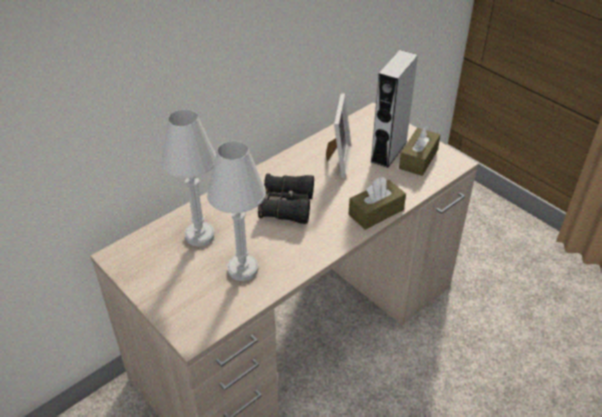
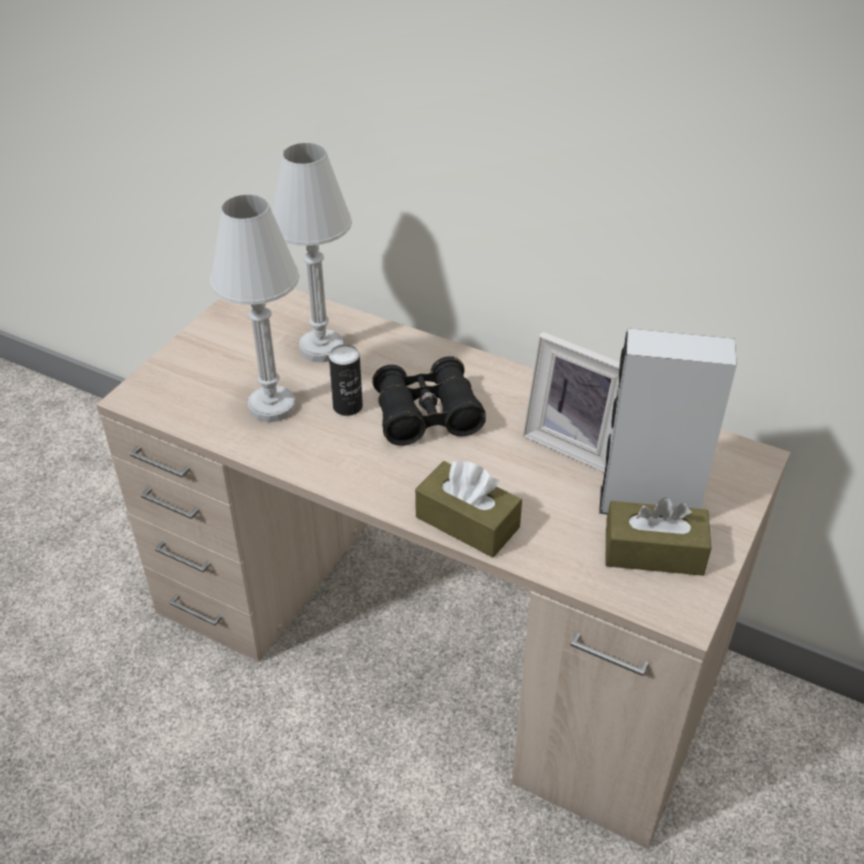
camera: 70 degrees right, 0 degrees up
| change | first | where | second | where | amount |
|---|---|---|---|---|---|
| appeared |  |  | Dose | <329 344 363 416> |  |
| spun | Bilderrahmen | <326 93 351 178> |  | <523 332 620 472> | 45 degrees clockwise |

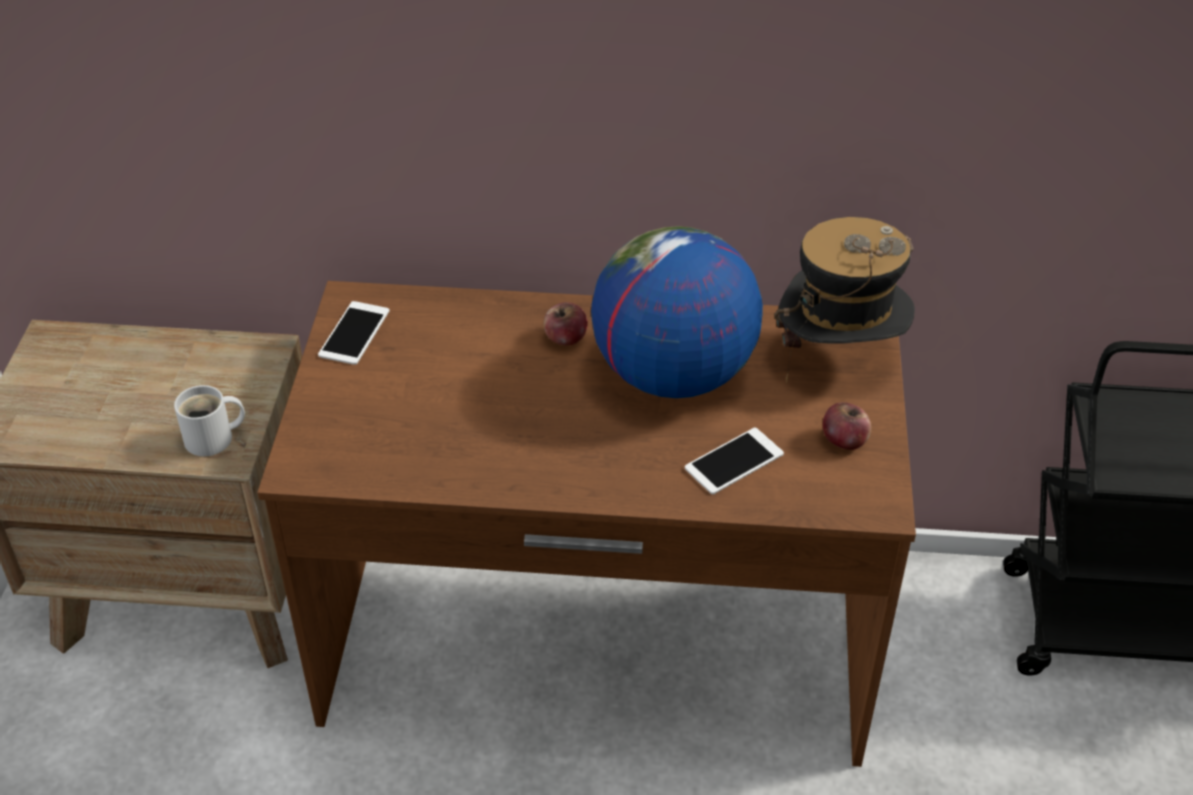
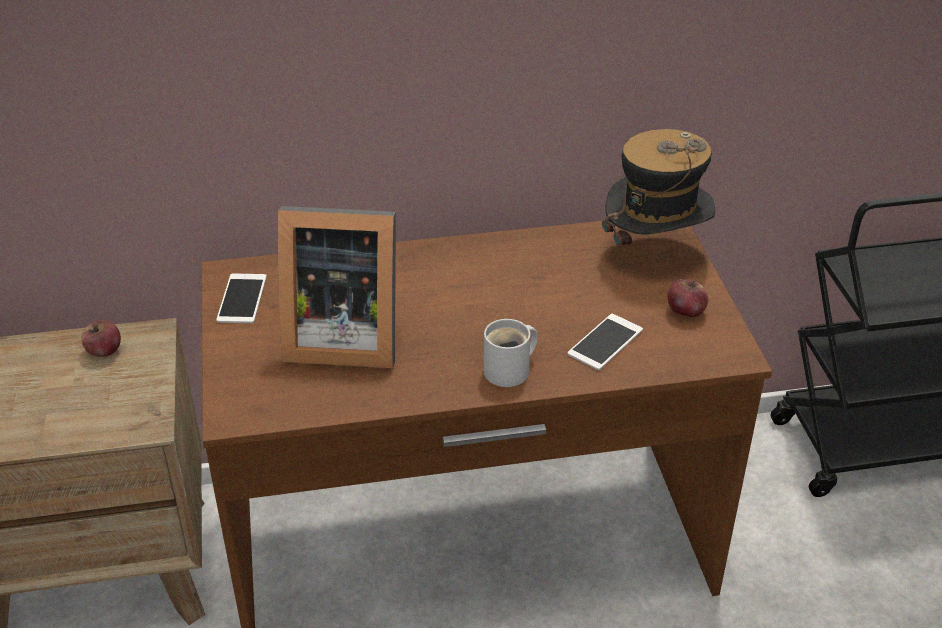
camera: 15 degrees left, 5 degrees down
| change | first | where | second | where | amount |
|---|---|---|---|---|---|
| relocated | Apfel | <544 302 588 345> |  | <81 320 121 357> |  |
| appeared |  |  | Bilderrahmen | <278 206 396 368> |  |
| relocated | Henkelbecher [weiß] | <174 385 245 456> |  | <484 319 538 387> |  |
| missing | Globus | <591 226 763 398> |  |  |  |

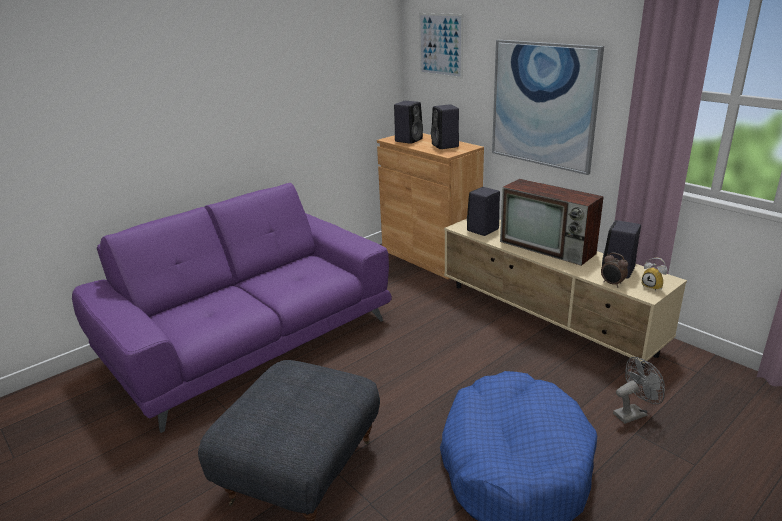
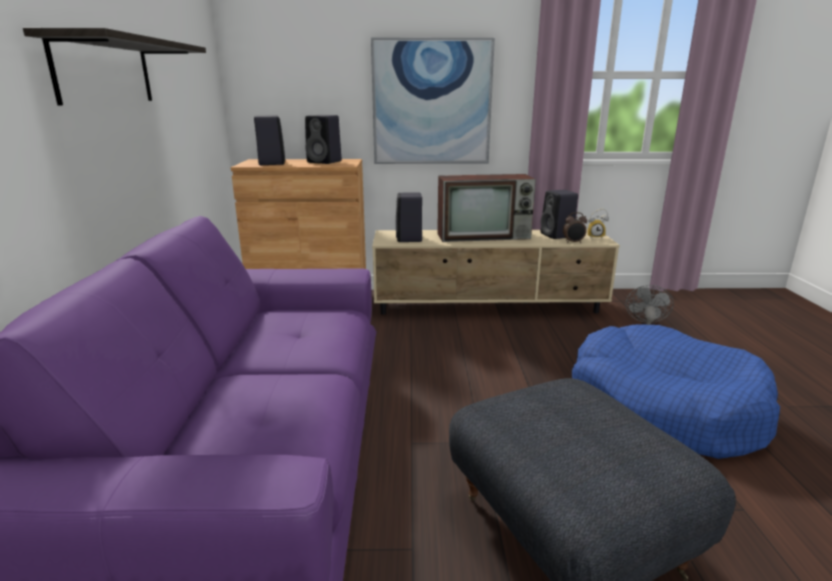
camera: 50 degrees left, 5 degrees down
| change | first | where | second | where | amount |
|---|---|---|---|---|---|
| appeared |  |  | Wandregal | <23 28 206 106> |  |
| missing | Bild | <419 13 463 79> |  |  |  |

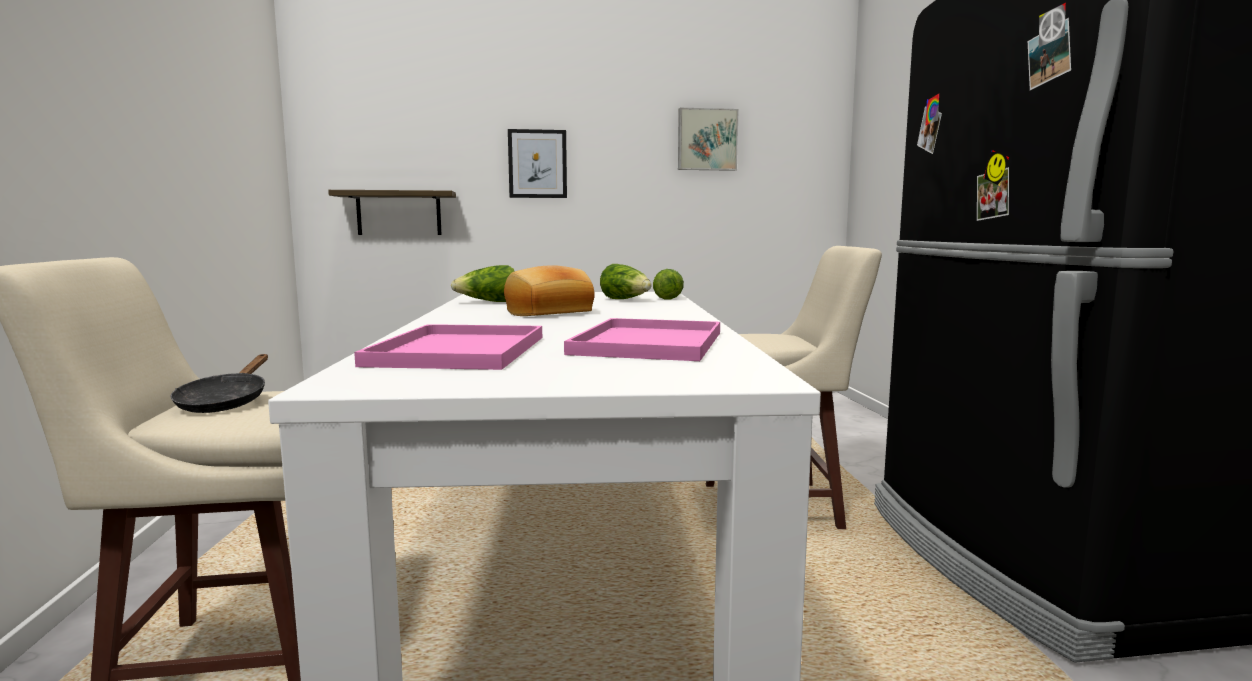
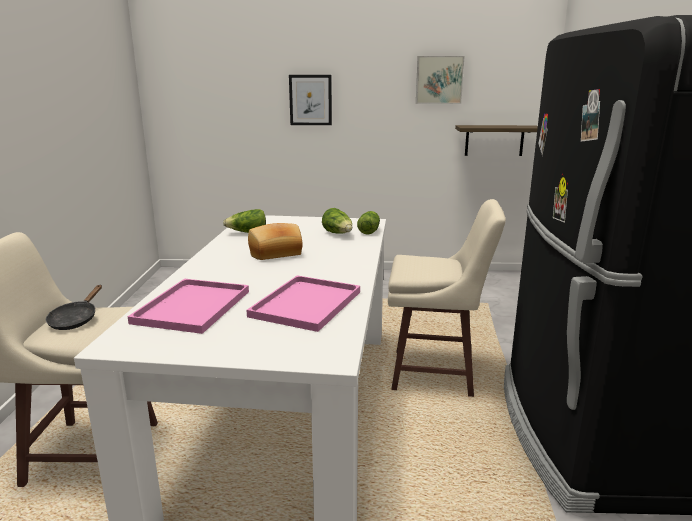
camera: 10 degrees right, 10 degrees up
| change | first | where | second | where | amount |
|---|---|---|---|---|---|
| relocated | Wandregal | <328 190 456 235> |  | <455 125 538 156> |  |

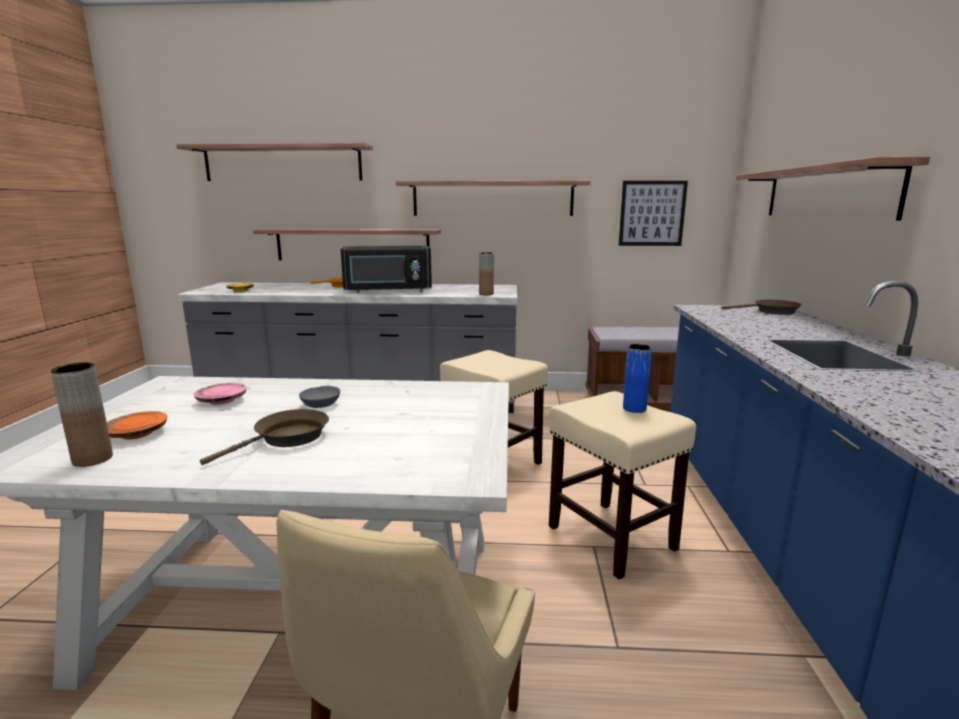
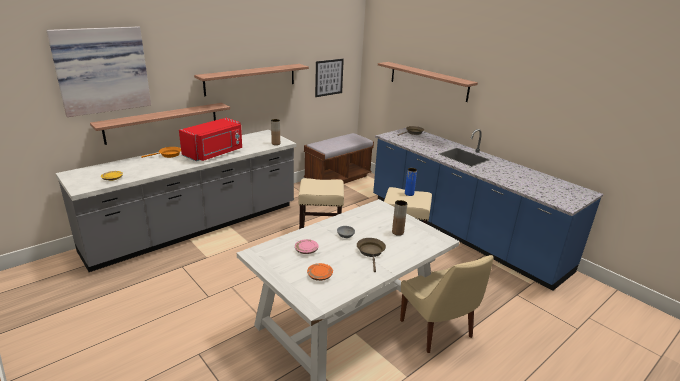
camera: 45 degrees left, 10 degrees up
| change | first | where | second | where | amount |
|---|---|---|---|---|---|
| exchanged | Wandregal | <176 143 373 181> | Bild | <46 26 151 117> |  |
| colour | Mikrowelle [schwarz] | <341 246 432 293> | Mikrowelle [rot] | <179 118 242 161> |  |
| relocated | Vase [braun] | <51 363 113 467> |  | <392 200 407 236> |  |

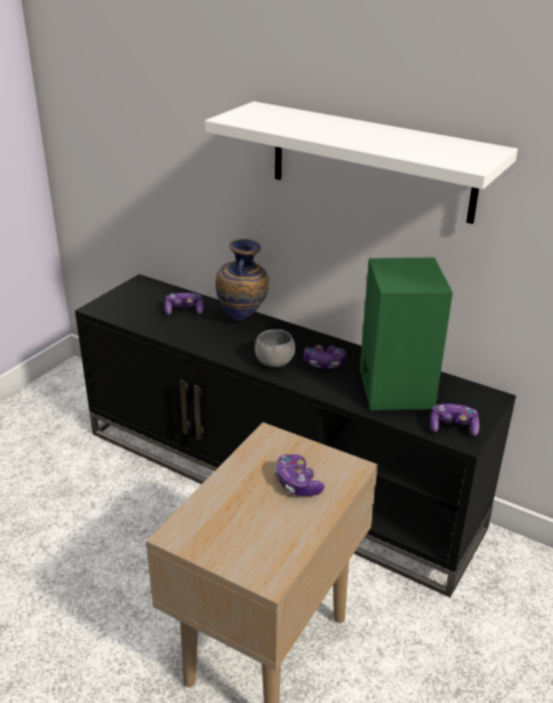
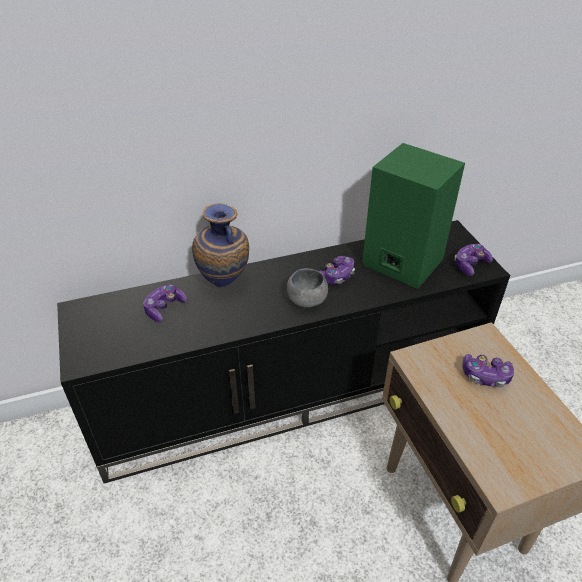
camera: 50 degrees left, 10 degrees up
| change | first | where | second | where | amount |
|---|---|---|---|---|---|
| missing | Wandregal [weiß] | <205 101 518 224> |  |  |  |

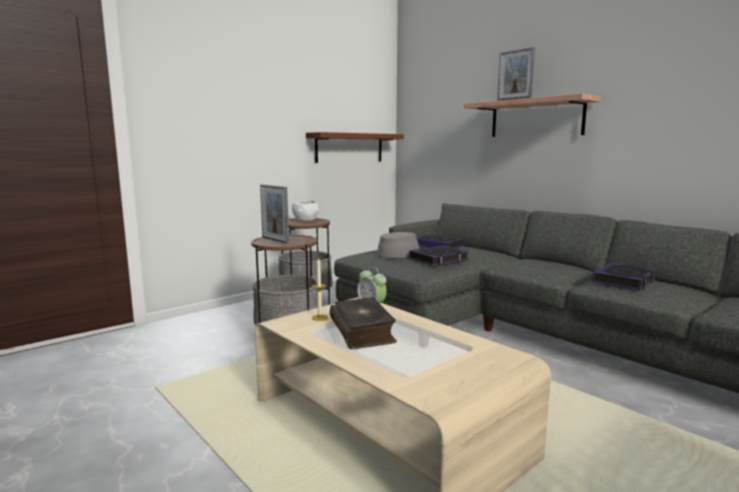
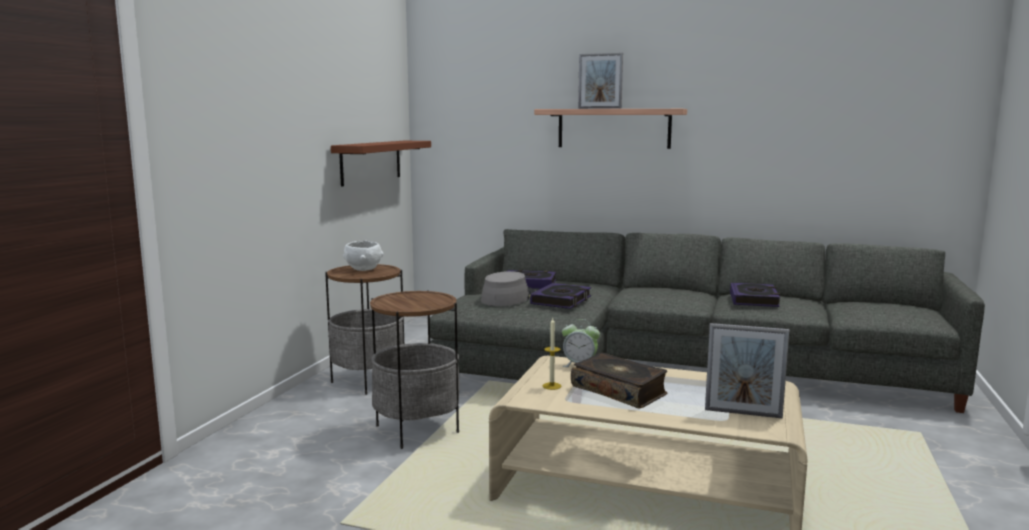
camera: 30 degrees left, 0 degrees up
| change | first | where | second | where | amount |
|---|---|---|---|---|---|
| relocated | Bilderrahmen | <260 184 289 244> |  | <705 323 789 419> |  |

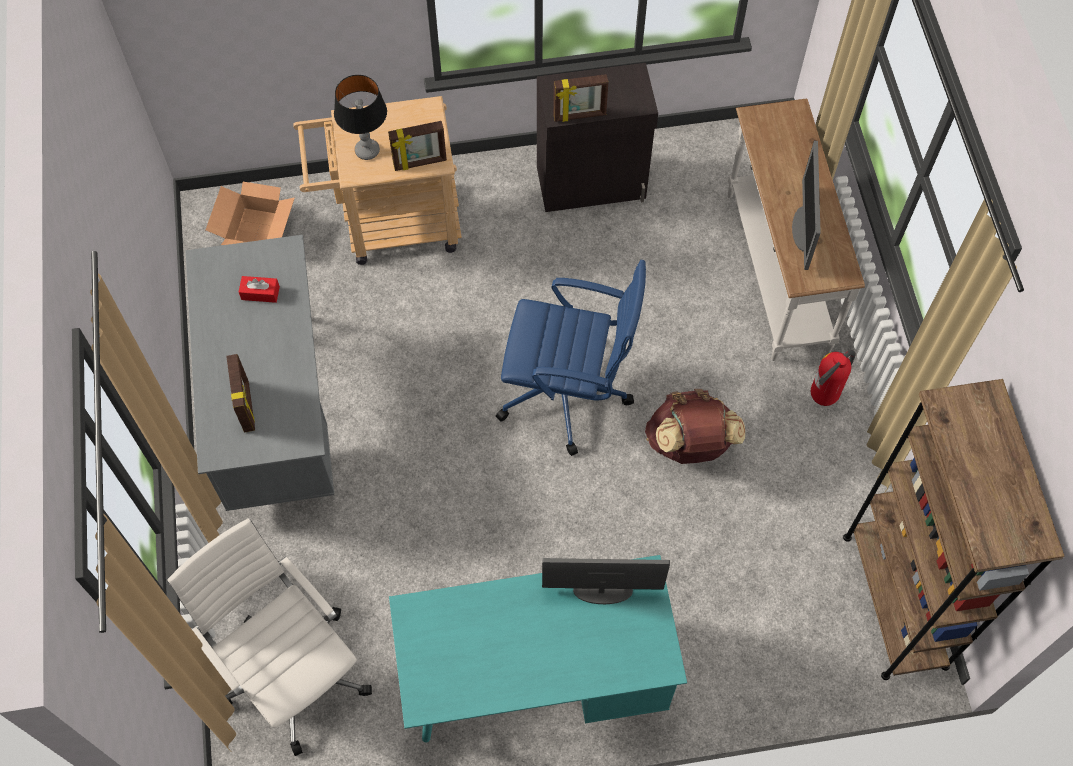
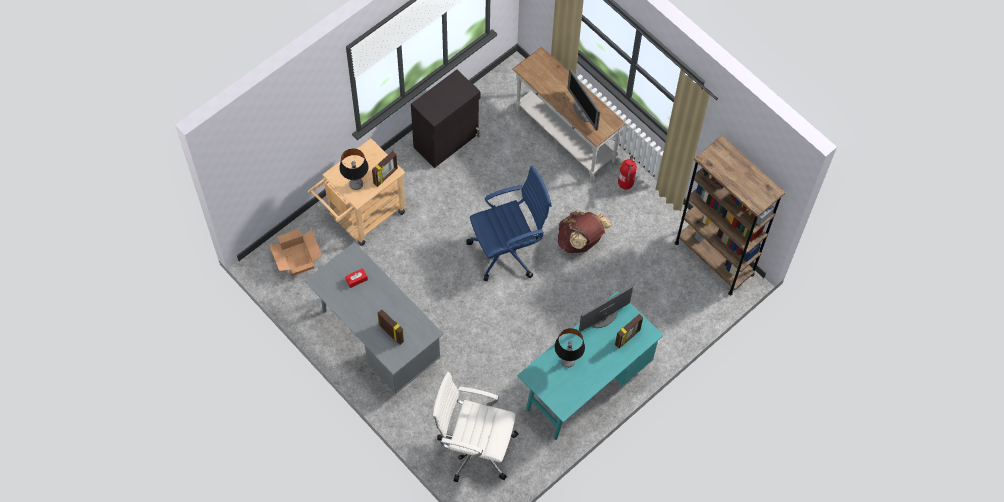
camera: 35 degrees left, 0 degrees up
| change | first | where | second | where | amount |
|---|---|---|---|---|---|
| appeared |  |  | Tischlampe | <555 328 585 368> |  |
| relocated | Bilderrahmen | <553 74 608 122> |  | <615 314 643 349> |  |

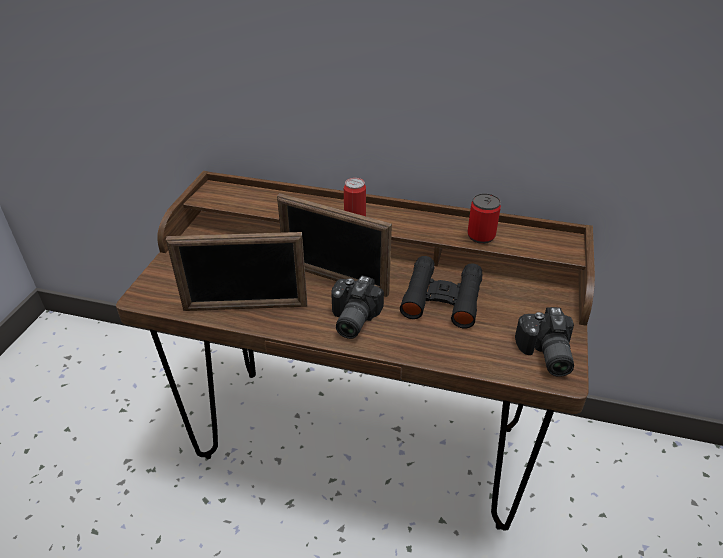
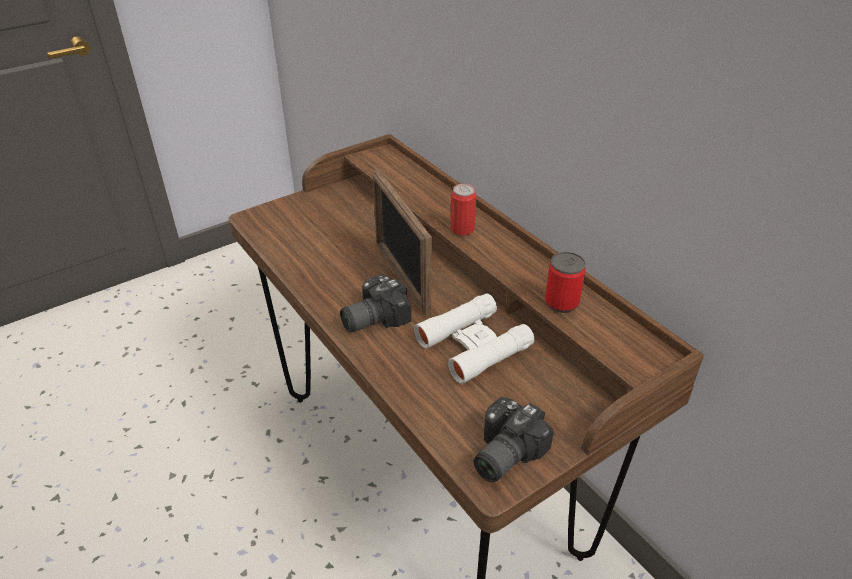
camera: 40 degrees right, 0 degrees up
| change | first | where | second | where | amount |
|---|---|---|---|---|---|
| colour | Fernglas [schwarz] | <400 256 482 328> | Fernglas [weiß] | <414 294 534 384> |  |
| missing | Bilderrahmen | <166 232 307 311> |  |  |  |

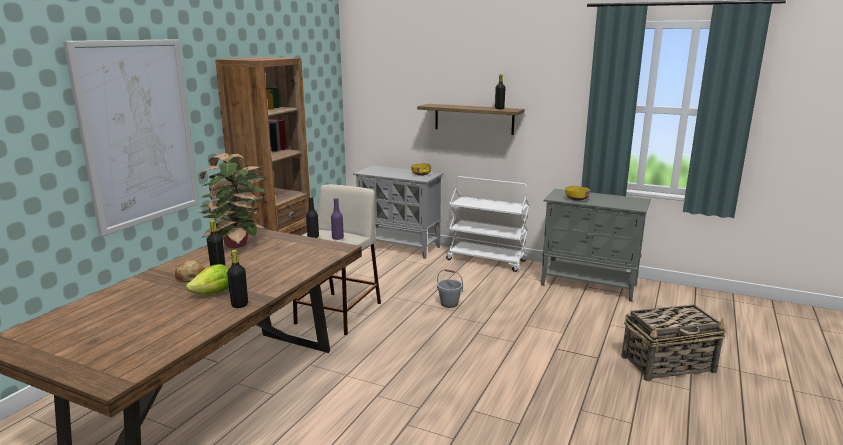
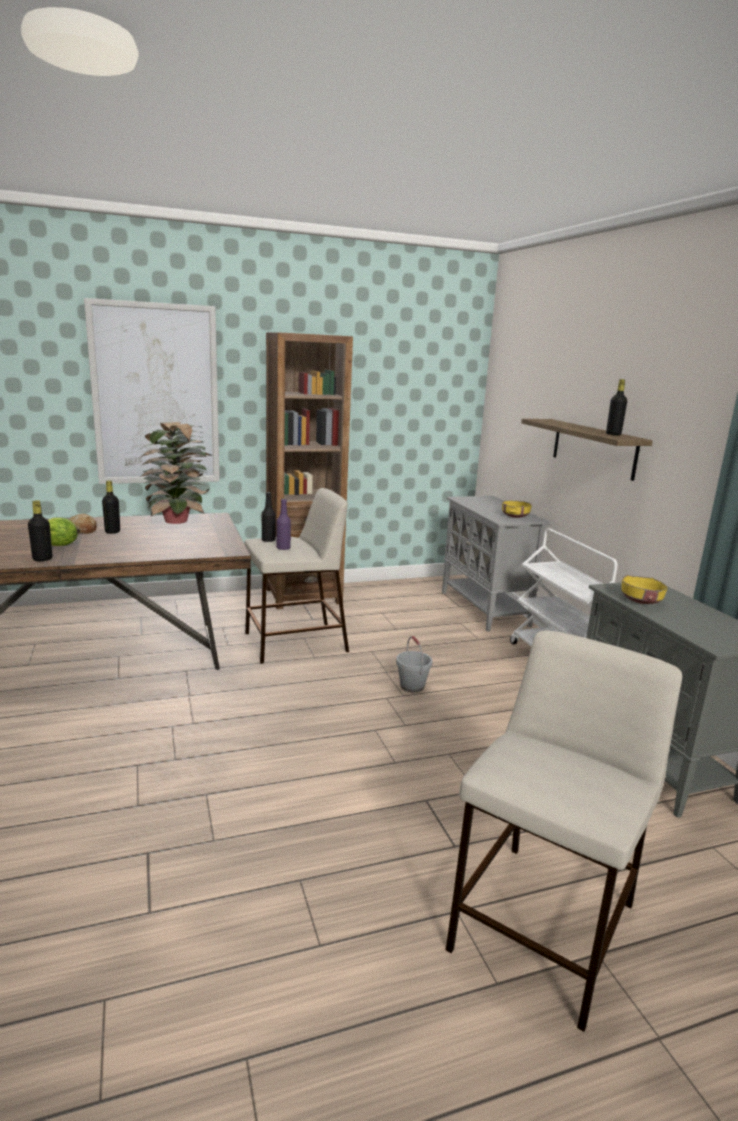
camera: 45 degrees right, 0 degrees up
| change | first | where | second | where | amount |
|---|---|---|---|---|---|
| exchanged | Korb | <621 304 726 381> | Hocker [beige] | <446 630 682 1032> |  |

